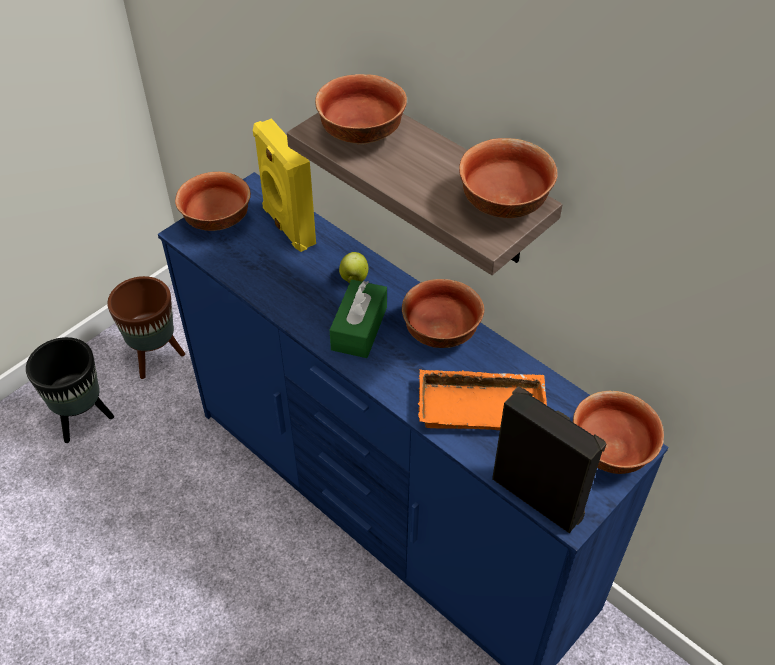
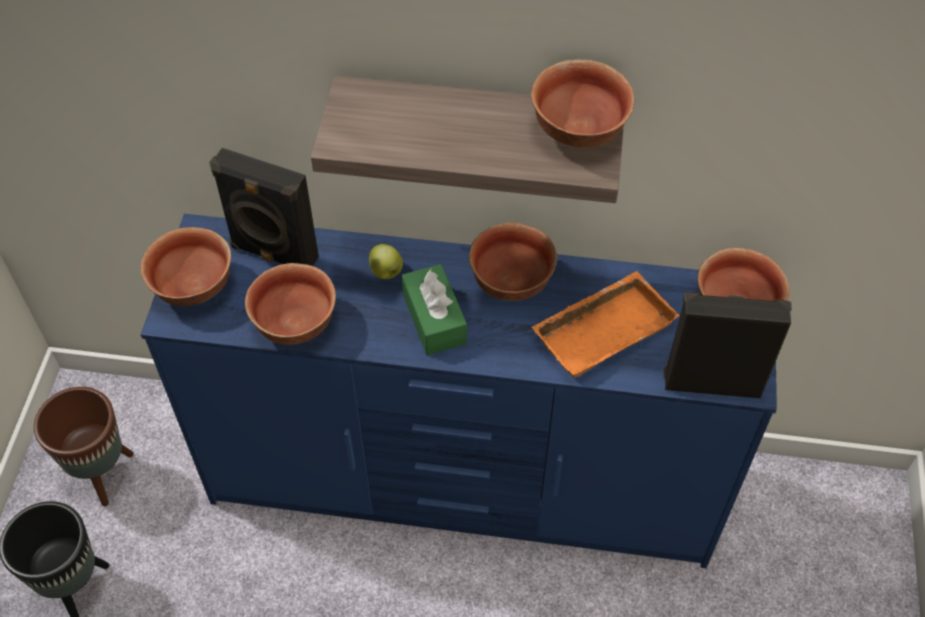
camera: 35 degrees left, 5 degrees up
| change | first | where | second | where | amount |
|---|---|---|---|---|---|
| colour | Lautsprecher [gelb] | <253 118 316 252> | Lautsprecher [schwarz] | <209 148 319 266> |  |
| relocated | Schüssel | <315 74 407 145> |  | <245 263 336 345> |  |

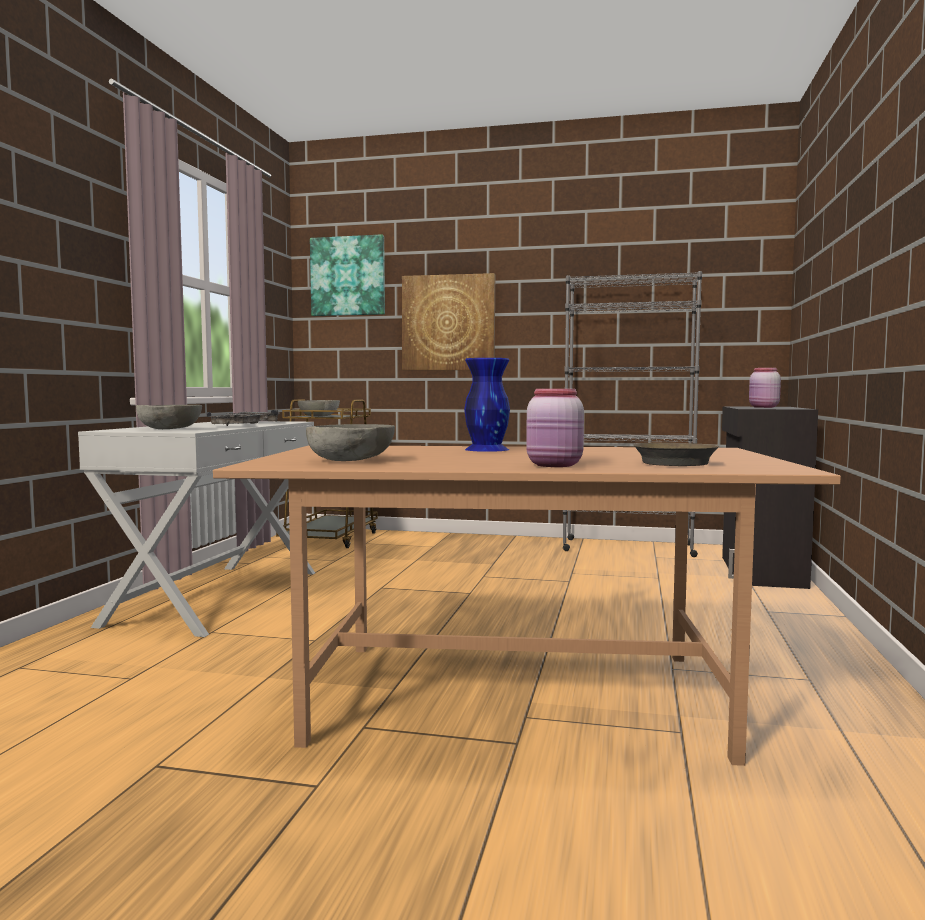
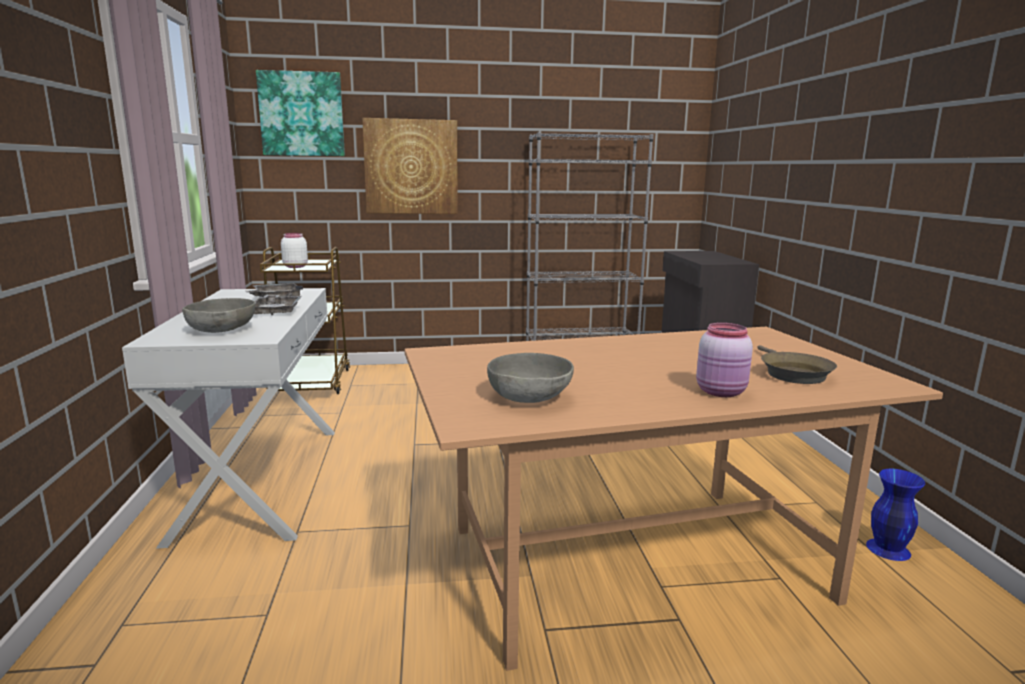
camera: 20 degrees left, 10 degrees up
| change | first | where | second | where | amount |
|---|---|---|---|---|---|
| exchanged | Schüssel [grau] | <298 400 340 417> | Vorratsglas [weiß] | <281 233 308 268> |  |
| relocated | Vase [blau] | <464 358 510 452> |  | <866 469 925 561> |  |
| missing | Vorratsglas [rosa] | <749 368 781 408> |  |  |  |

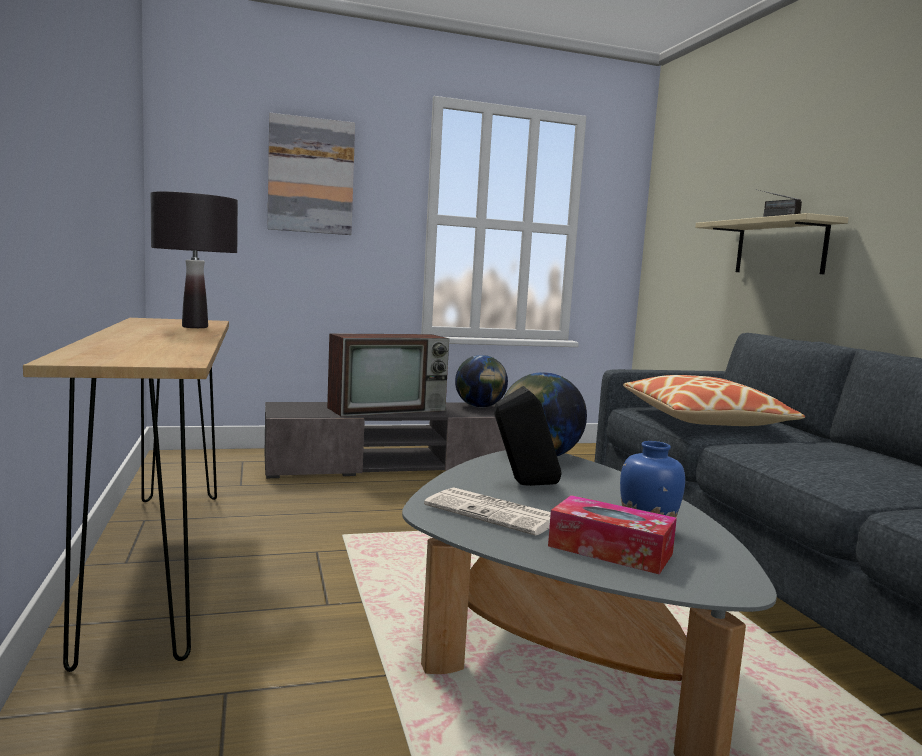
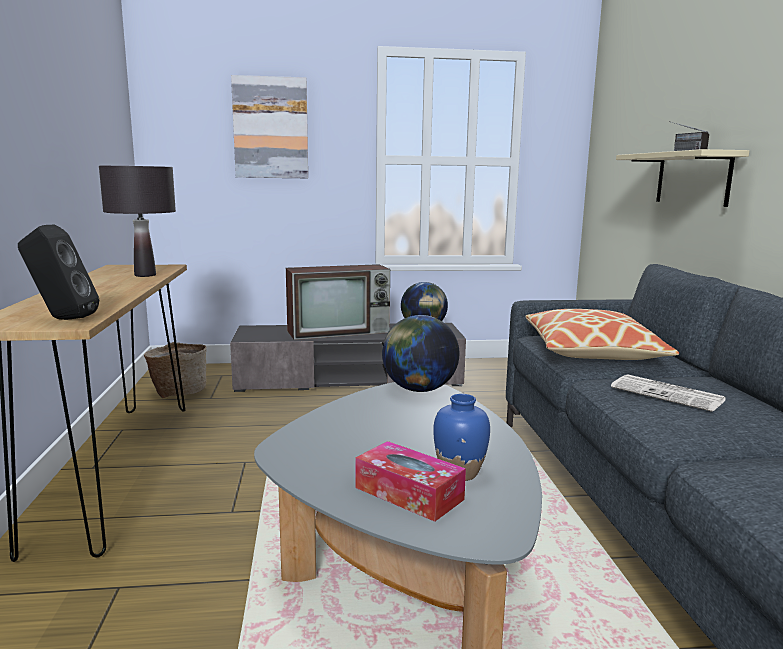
camera: 10 degrees right, 5 degrees up
| change | first | where | second | where | amount |
|---|---|---|---|---|---|
| relocated | Lautsprecher [schwarz] | <494 386 561 486> |  | <18 225 99 320> |  |
| appeared |  |  | Korb | <144 342 207 398> |  |
| relocated | Zeitung | <424 487 551 536> |  | <611 374 726 412> |  |

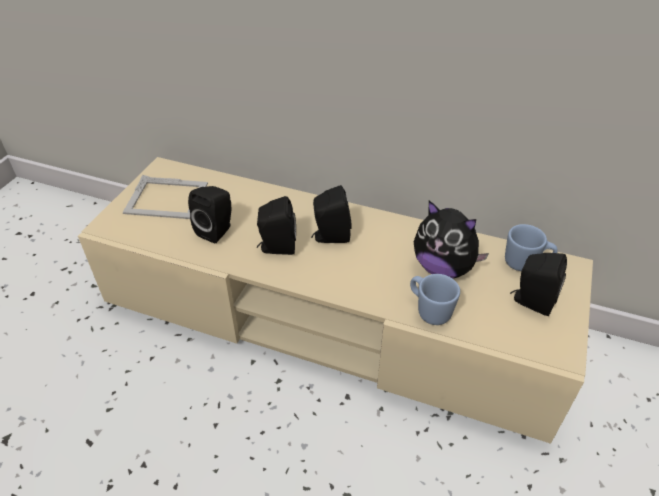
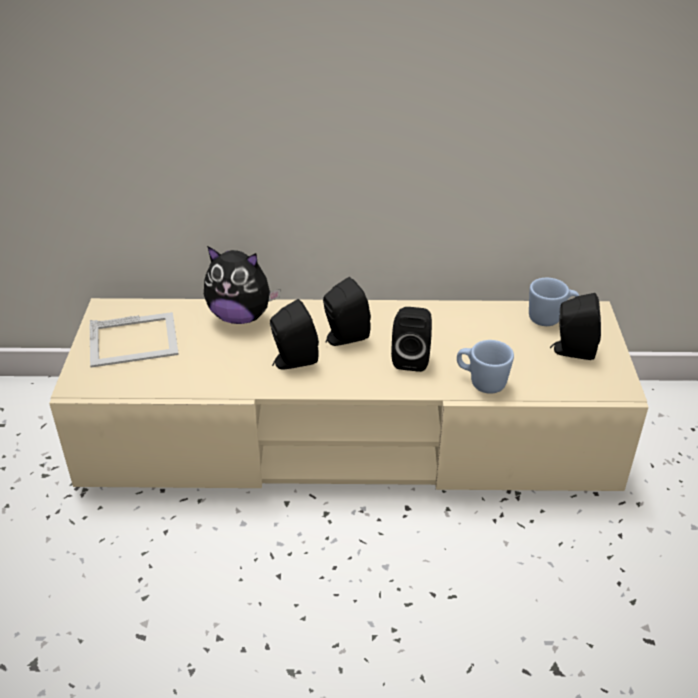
camera: 20 degrees left, 5 degrees down
| change | first | where | second | where | amount |
|---|---|---|---|---|---|
| relocated | Plüschtier | <414 201 489 279> |  | <204 246 280 324> |  |
| relocated | Lautsprecher [schwarz] | <188 186 231 243> |  | <391 307 432 372> |  |

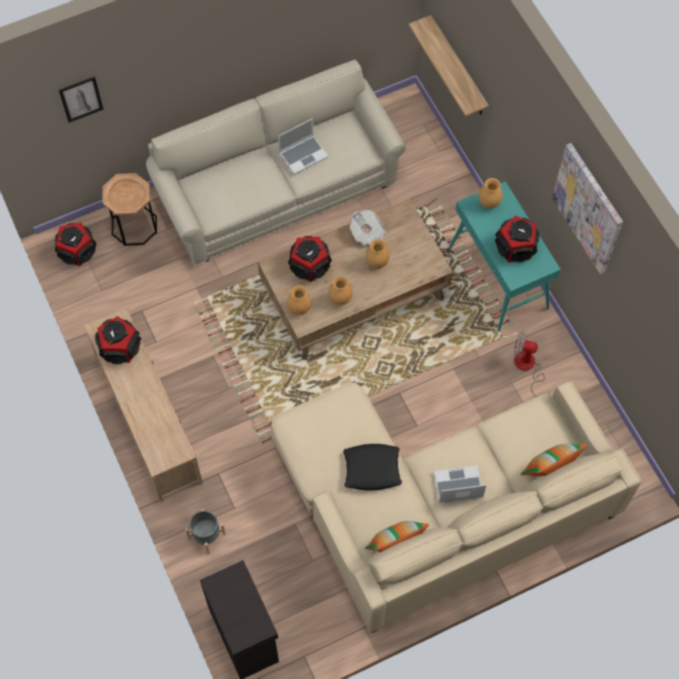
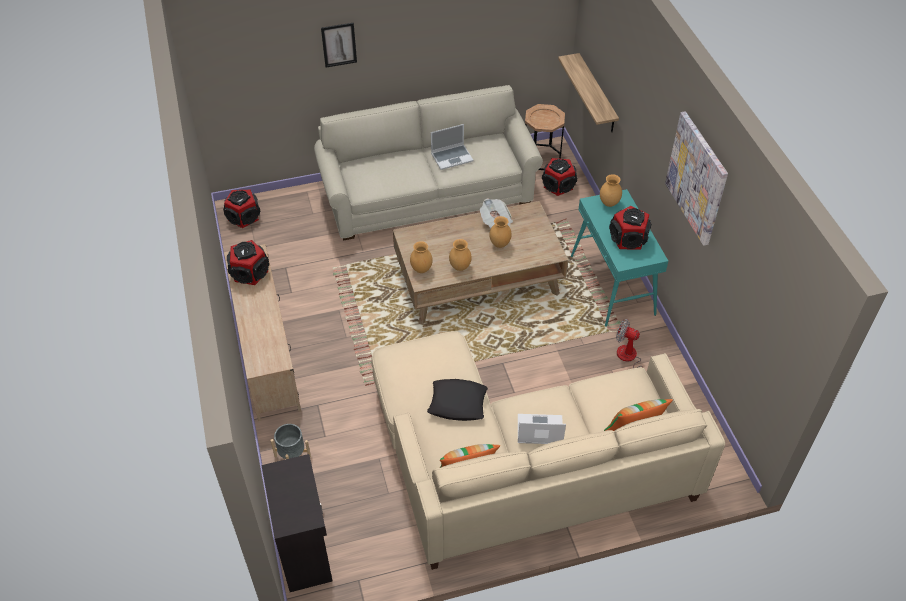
camera: 10 degrees right, 15 degrees down
| change | first | where | second | where | amount |
|---|---|---|---|---|---|
| relocated | Bild | <59 76 104 123> |  | <321 23 357 68> |  |
| relocated | Beistelltisch [braun] | <102 173 157 246> |  | <525 104 565 170> |  |
| relocated | Lautsprecher | <288 236 332 282> |  | <542 158 577 196> |  |

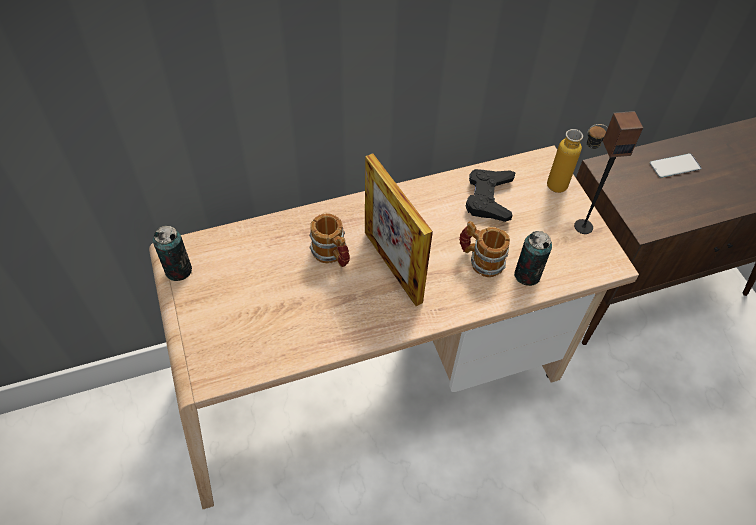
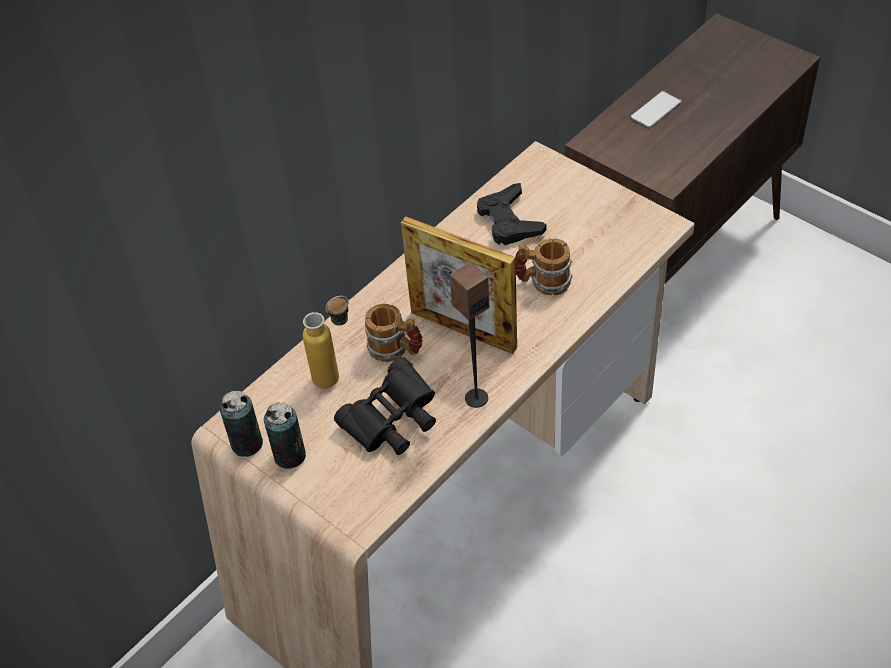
camera: 25 degrees left, 5 degrees down
| change | first | where | second | where | amount |
|---|---|---|---|---|---|
| relocated | Dose | <514 231 552 286> |  | <264 402 306 469> |  |
| relocated | Flasche | <547 124 608 193> |  | <302 296 349 388> |  |
| appeared |  |  | Fernglas [schwarz] | <334 357 436 455> |  |
| relocated | Lautsprecher | <574 111 643 234> |  | <450 262 489 408> |  |

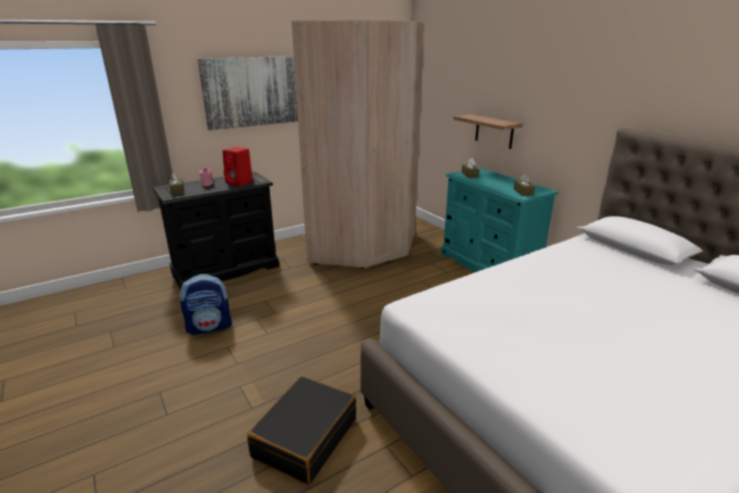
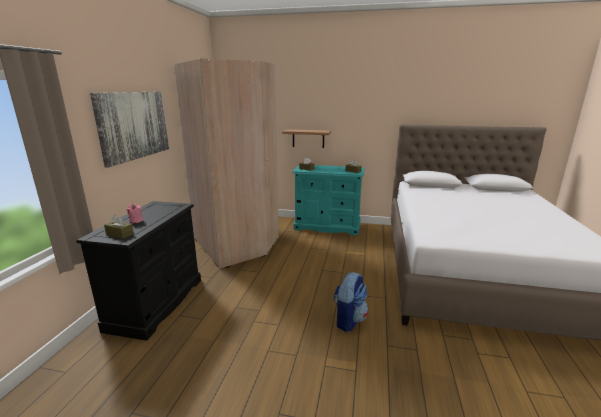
camera: 45 degrees left, 5 degrees down
| change | first | where | second | where | amount |
|---|---|---|---|---|---|
| relocated | Rucksack | <180 274 232 335> |  | <334 272 369 332> |  |
| missing | Lautsprecher [rot] | <223 147 253 186> |  |  |  |
| missing | Koffer [schwarz] | <247 376 356 484> |  |  |  |

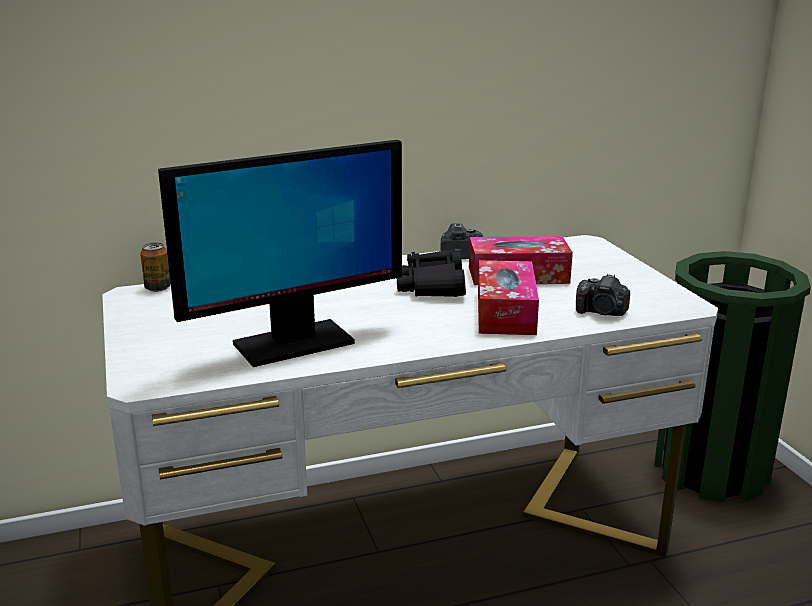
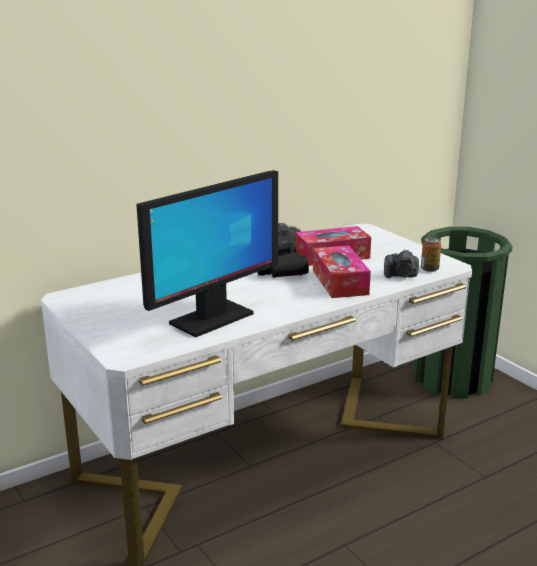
camera: 15 degrees left, 0 degrees up
| change | first | where | second | where | amount |
|---|---|---|---|---|---|
| relocated | Dose | <140 243 171 292> |  | <421 237 441 272> |  |

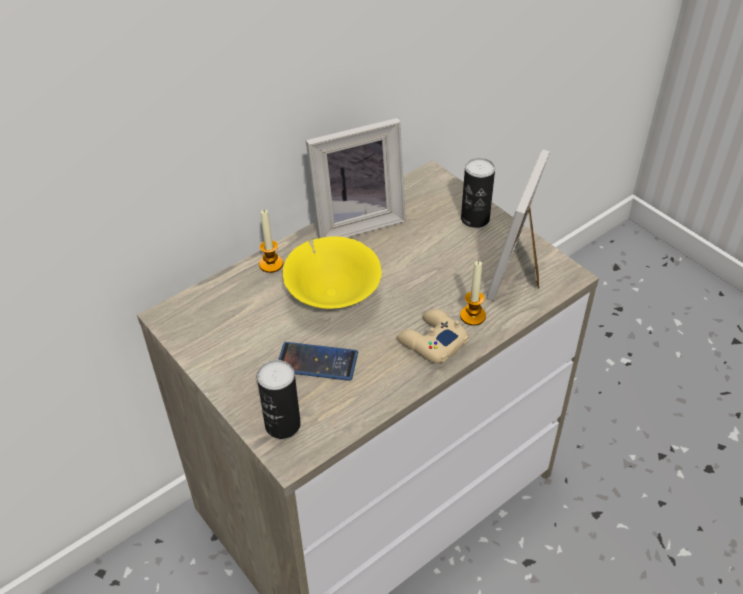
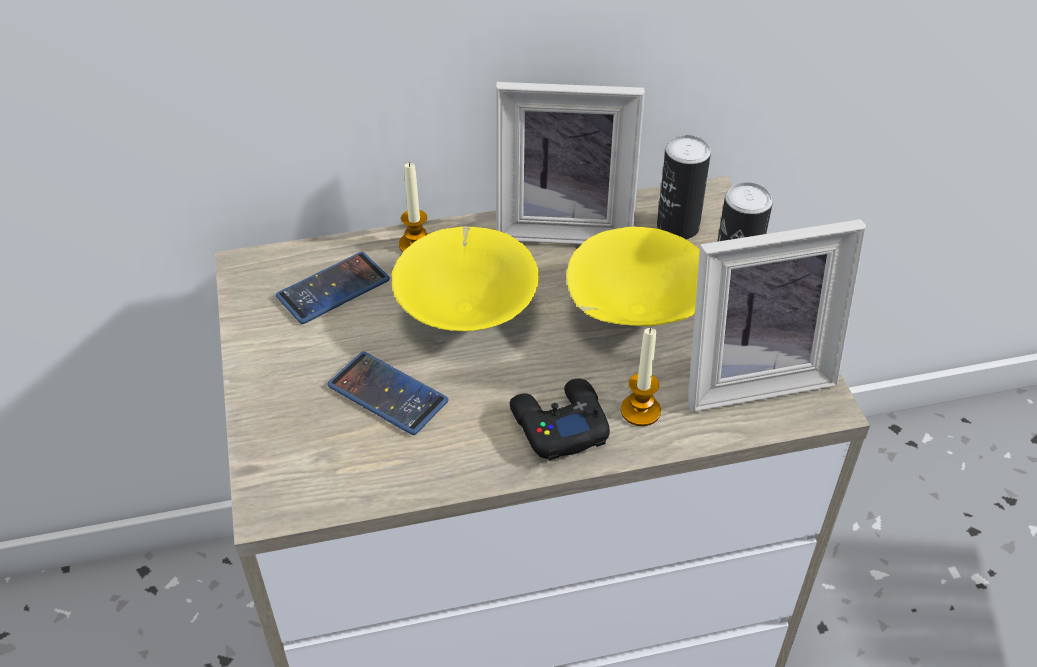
camera: 25 degrees right, 0 degrees up
| change | first | where | second | where | amount |
|---|---|---|---|---|---|
| appeared |  |  | Handy | <276 252 390 324> |  |
| colour | Gamepad [beige] | <397 309 469 364> | Gamepad [schwarz] | <510 379 610 461> |  |
| appeared |  |  | Schüssel [gelb] | <567 227 700 326> |  |
| relocated | Dose | <257 360 301 439> |  | <657 135 711 239> |  |
| spun | Bilderrahmen | <486 149 550 301> |  | <688 219 866 412> | 150 degrees counterclockwise |

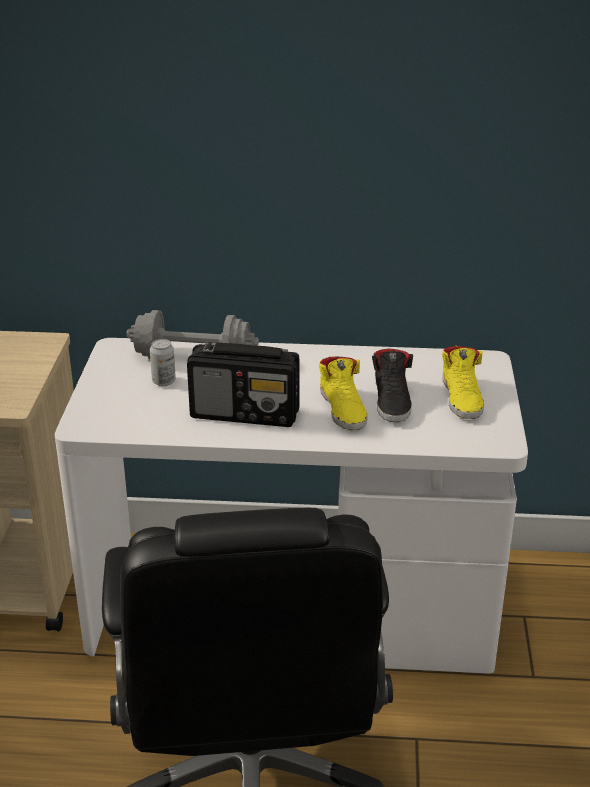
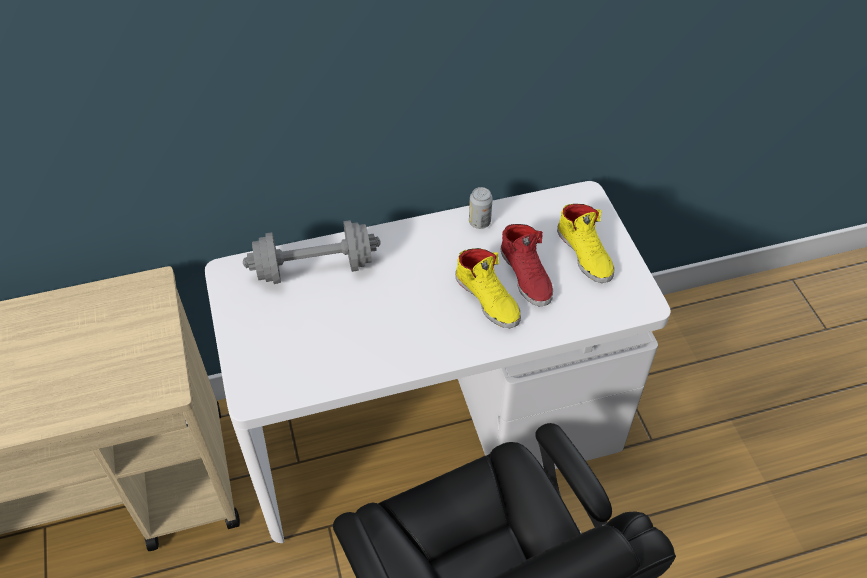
camera: 20 degrees left, 20 degrees up
| change | first | where | second | where | amount |
|---|---|---|---|---|---|
| relocated | Dose | <150 339 176 386> |  | <469 187 493 229> |  |
| colour | Schuh [schwarz] | <372 349 413 422> | Schuh [rot] | <501 224 553 307> |  |
| missing | Radio | <187 342 300 427> |  |  |  |

